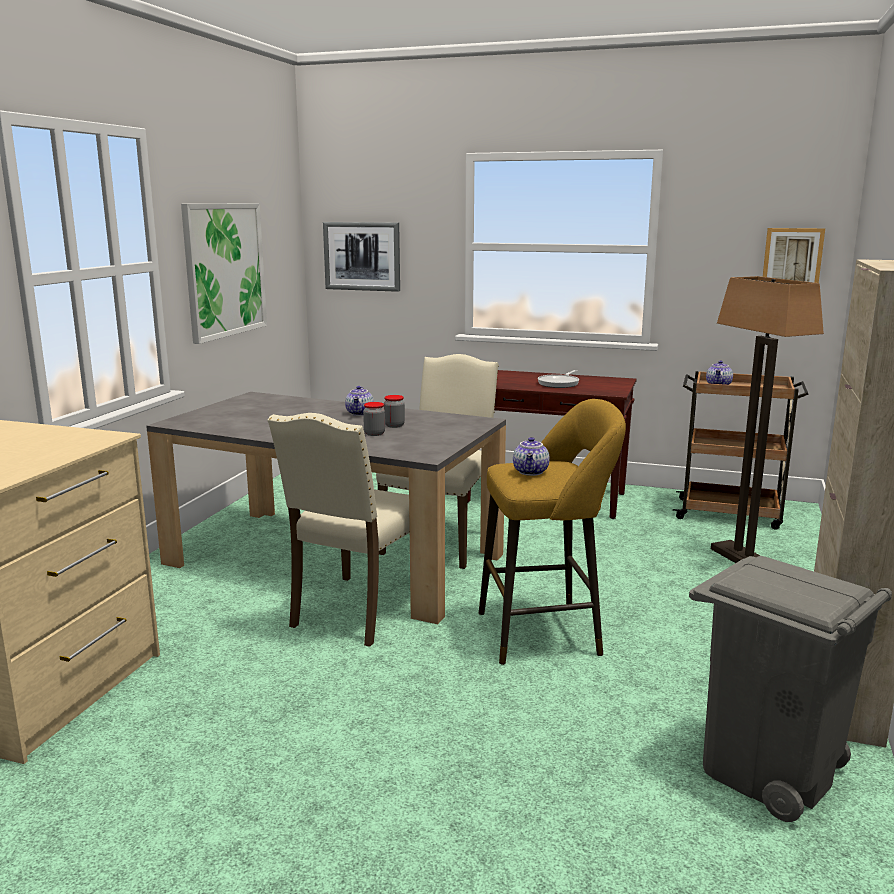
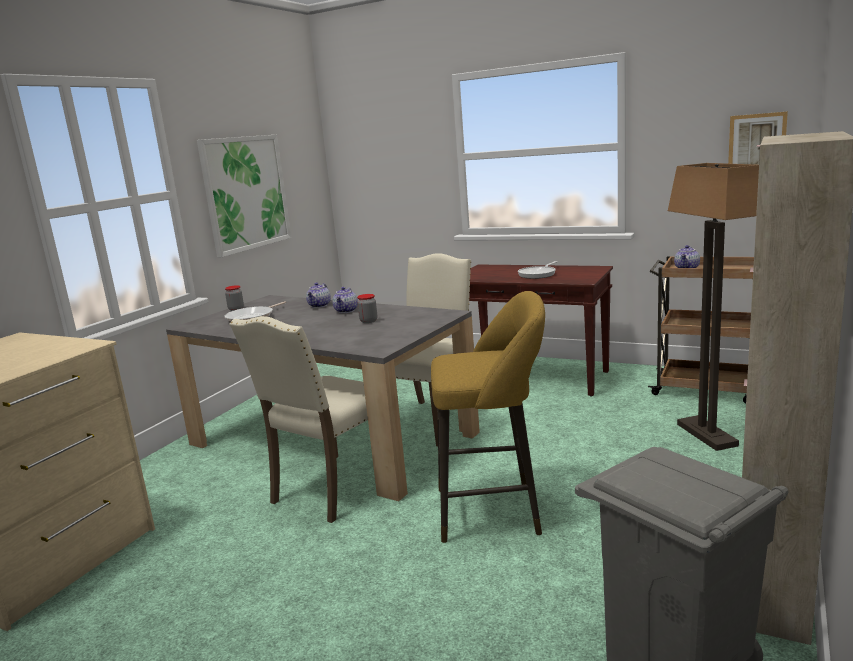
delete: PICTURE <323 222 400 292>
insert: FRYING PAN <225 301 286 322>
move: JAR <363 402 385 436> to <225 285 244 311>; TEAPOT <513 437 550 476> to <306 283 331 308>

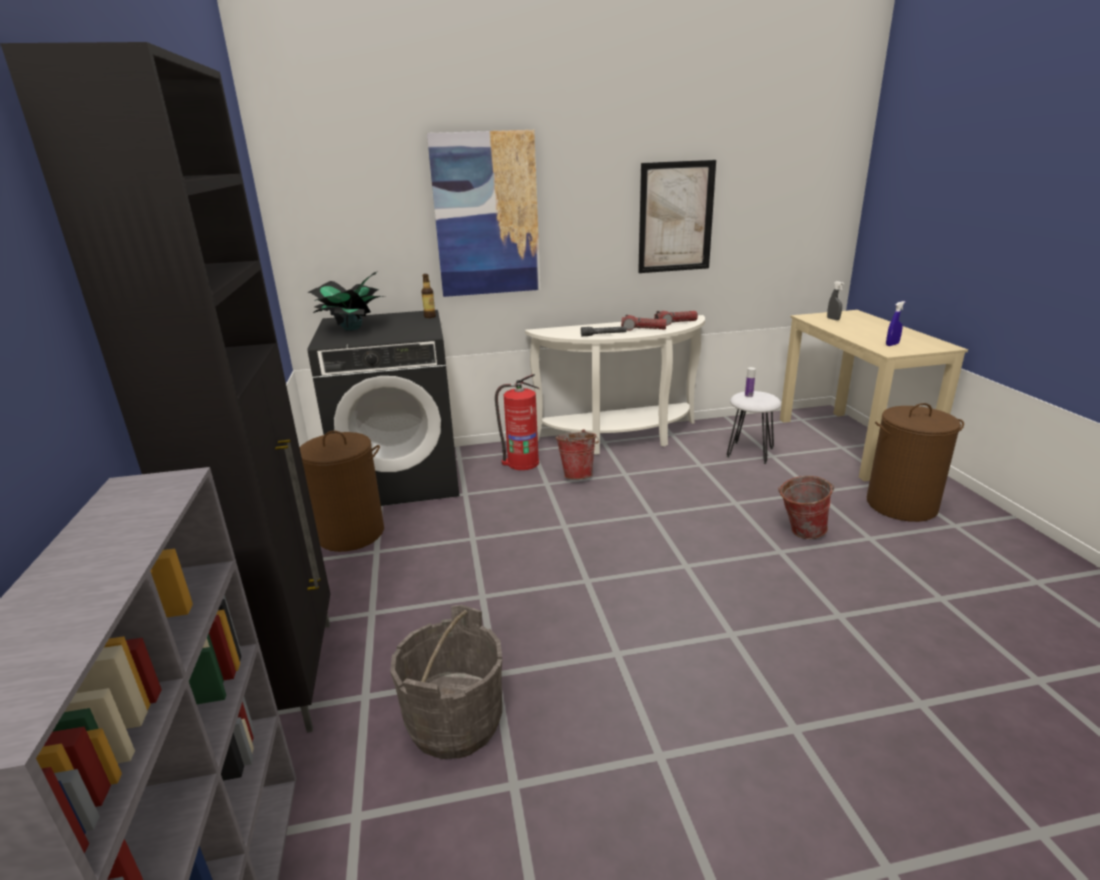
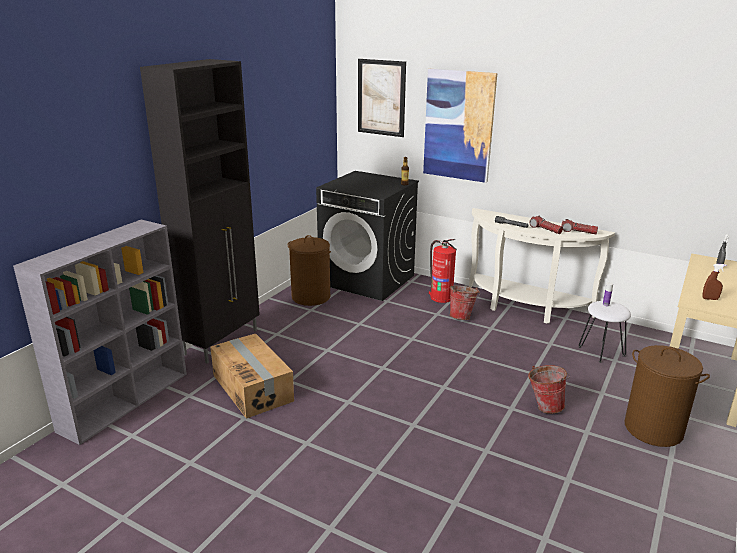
delete: POTTED PLANT <307 271 385 331>
move: PICTURE <638 160 716 273> to <358 59 406 137>
replace: GREY BUCKET <390 605 502 759> to CARDBOARD BOX <210 334 294 419>
recolor: BLUE SPRAY BOTTLE <886 301 905 346> to BROWN SPRAY BOTTLE <702 264 726 300>

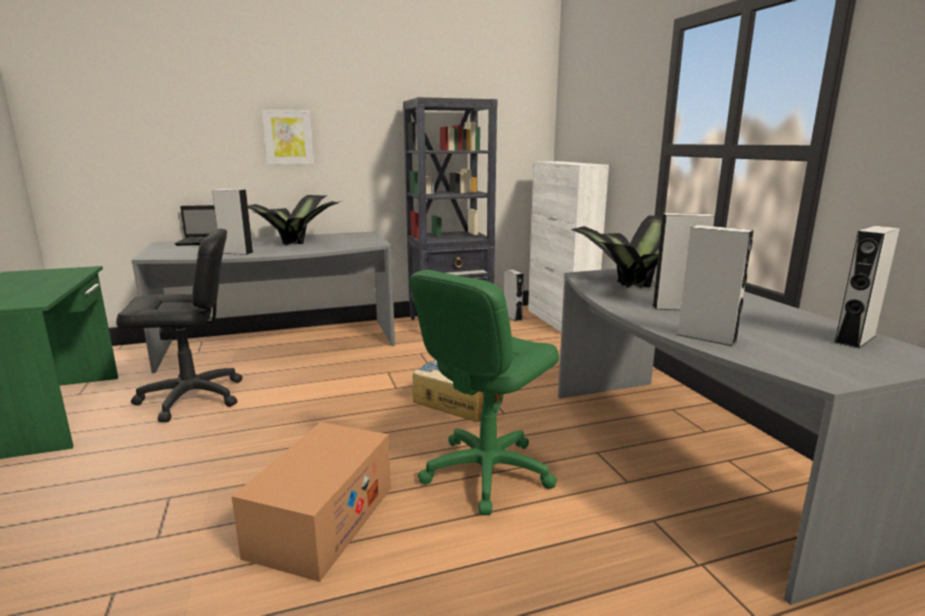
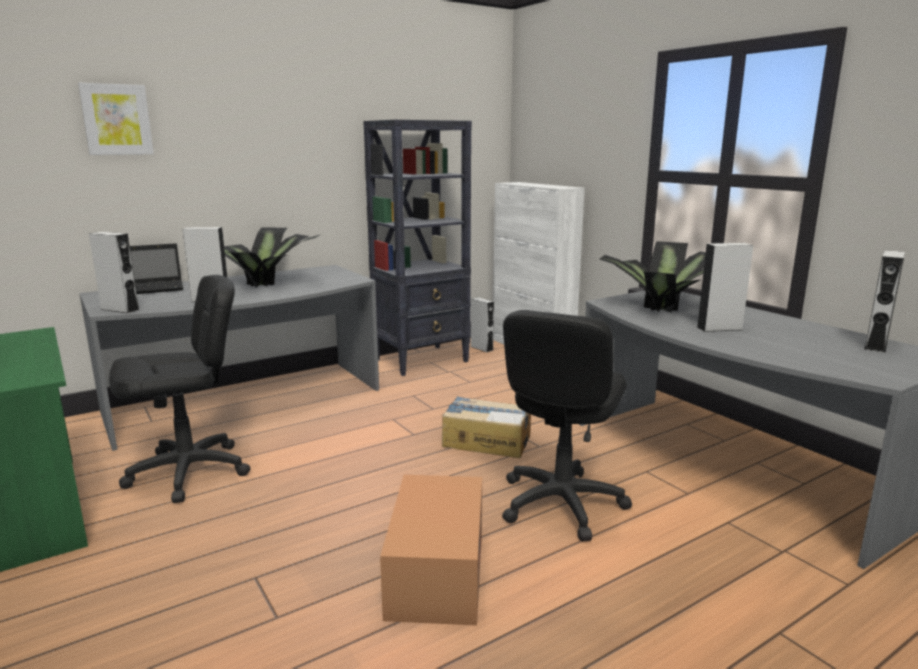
move: PICTURE <262 109 314 165> to <78 83 154 155>; GREY SPEAKER <677 225 754 347> to <89 232 139 314>
recolor: GREEN OFFICE CHAIR <410 270 559 515> to BLACK OFFICE CHAIR <502 310 632 541>

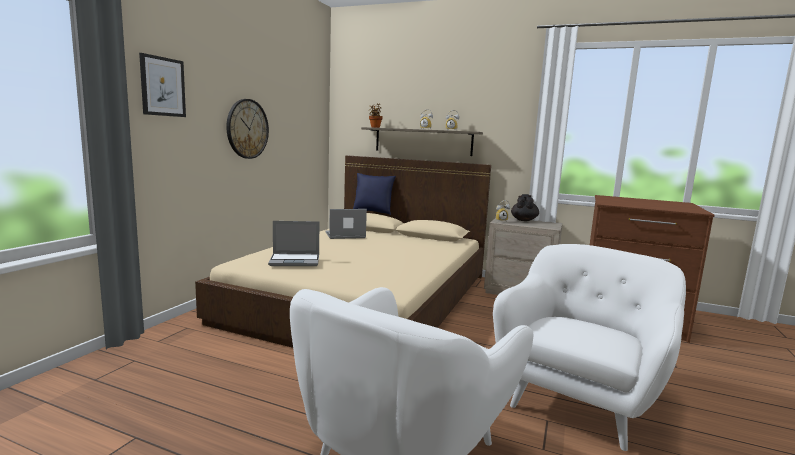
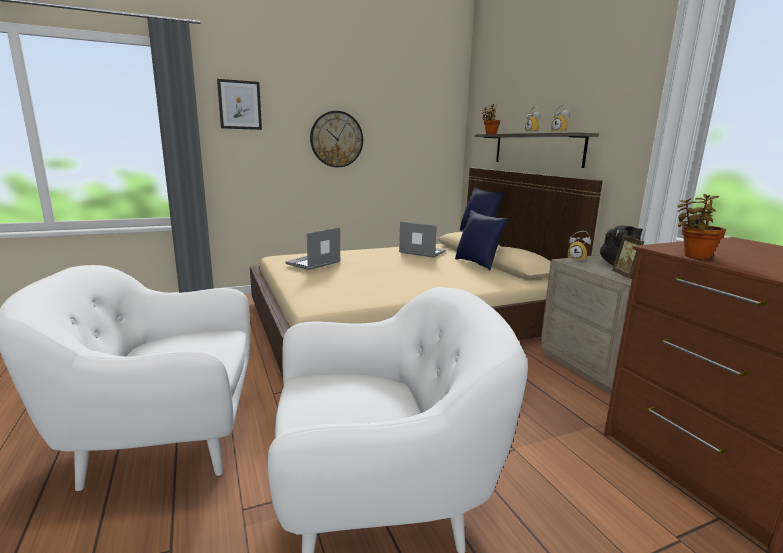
insert: BLUE PILLOW <455 210 508 270>; PICTURE FRAME <612 234 644 279>; POTTED PLANT <677 194 726 259>
rotate: LAPTOP <268 221 319 266> = <285 227 341 270> 90 degrees clockwise

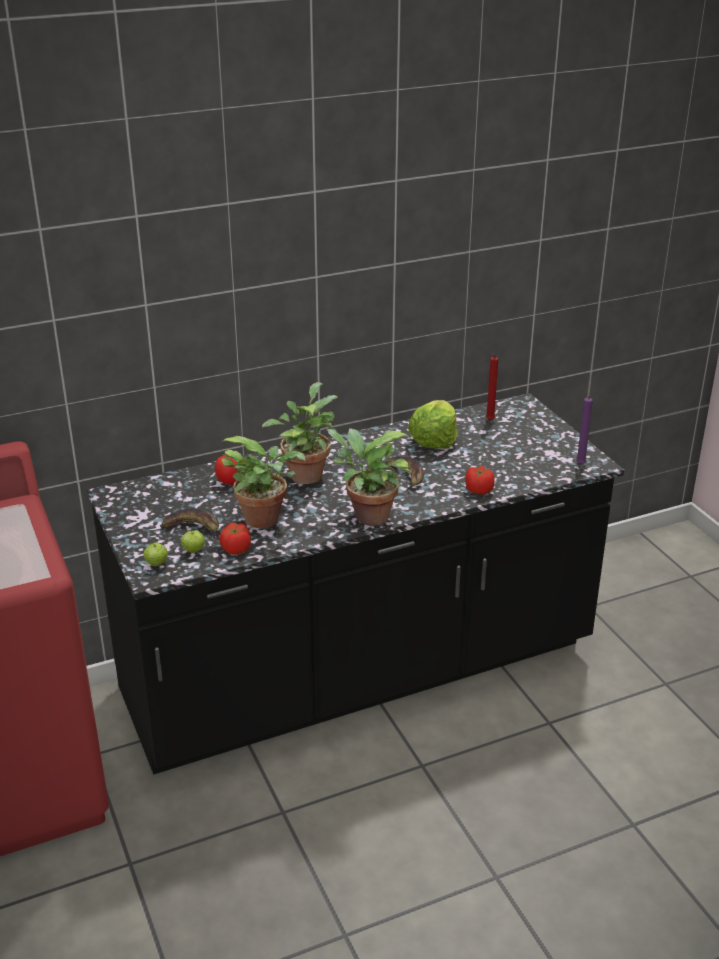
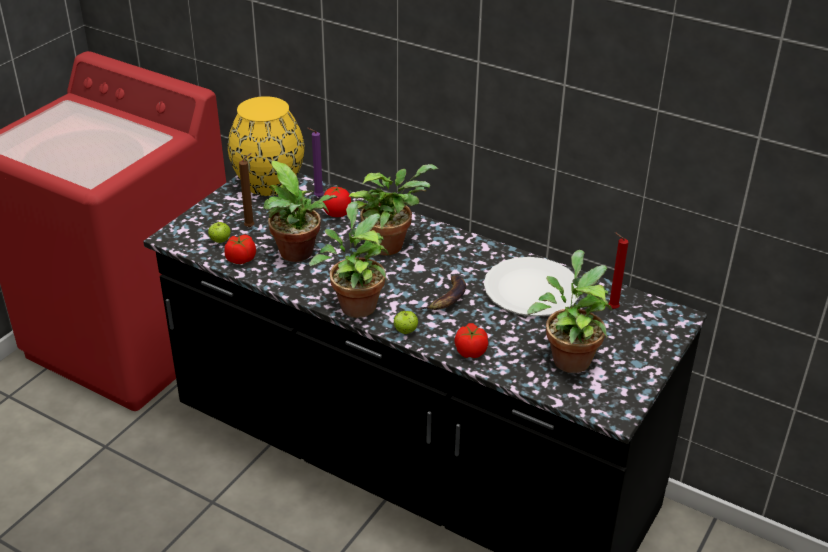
insert: YELLOW VASE <228 96 304 196>; POTTED PLANT <527 250 612 373>
move: APPLE <144 542 168 566> to <394 309 418 334>; PURPLE CANDLE <576 396 593 464> to <307 128 324 197>
replace: BANANA <161 508 219 542> to BROWN CANDLE <239 153 254 227>; LETTUCE <408 400 458 449> to WHITE PLATE <484 257 580 317>

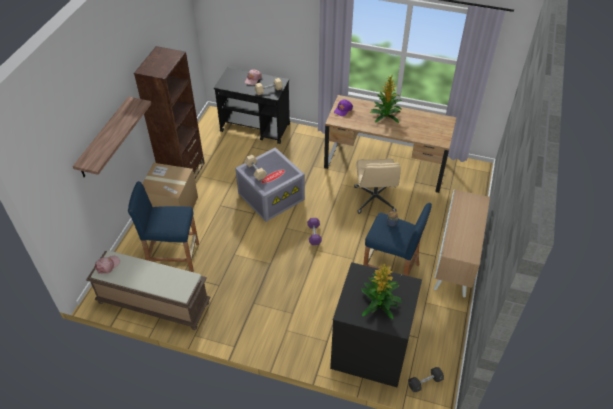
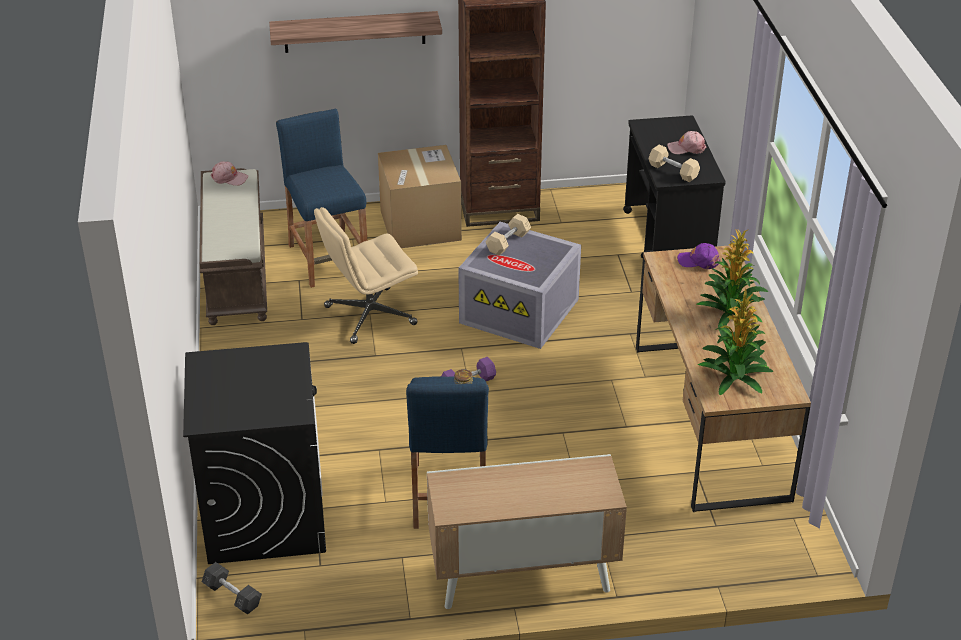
move: BEIGE OFFICE CHAIR <354 159 401 214> to <314 207 418 344>; POTTED PLANT <361 263 402 319> to <698 289 774 395>

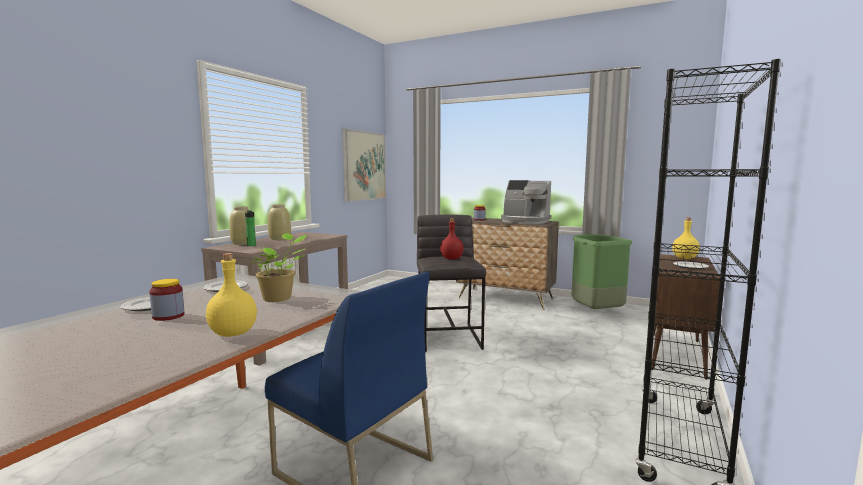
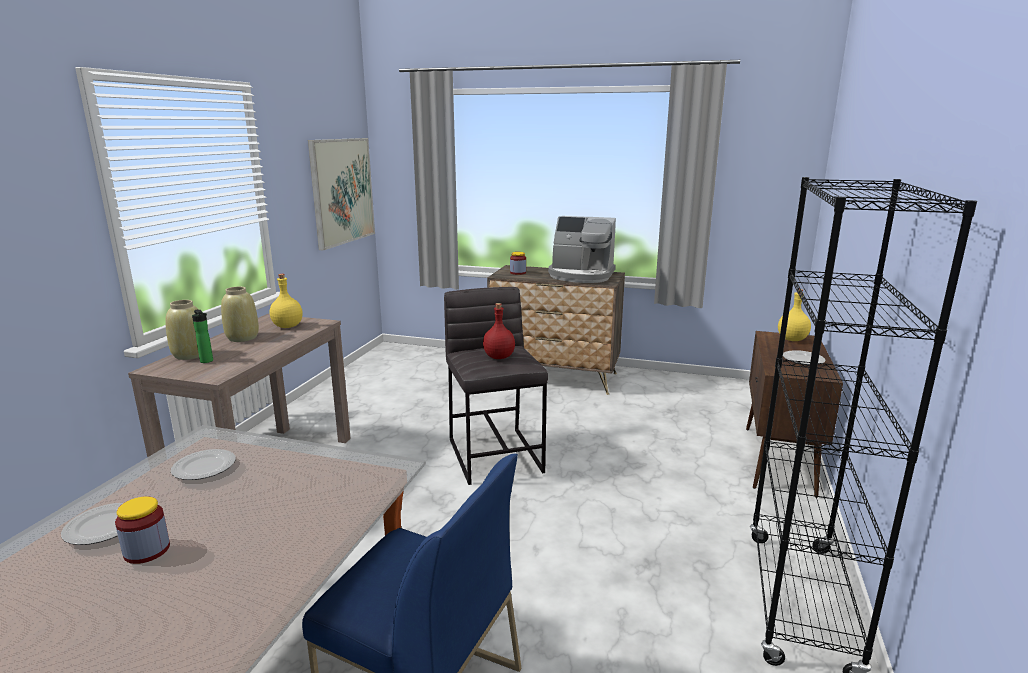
delete: POTTED PLANT <251 233 307 302>; GREEN TRASH CAN <572 234 632 309>
move: YELLOW BOTTLE <206 253 257 337> to <270 274 303 328>

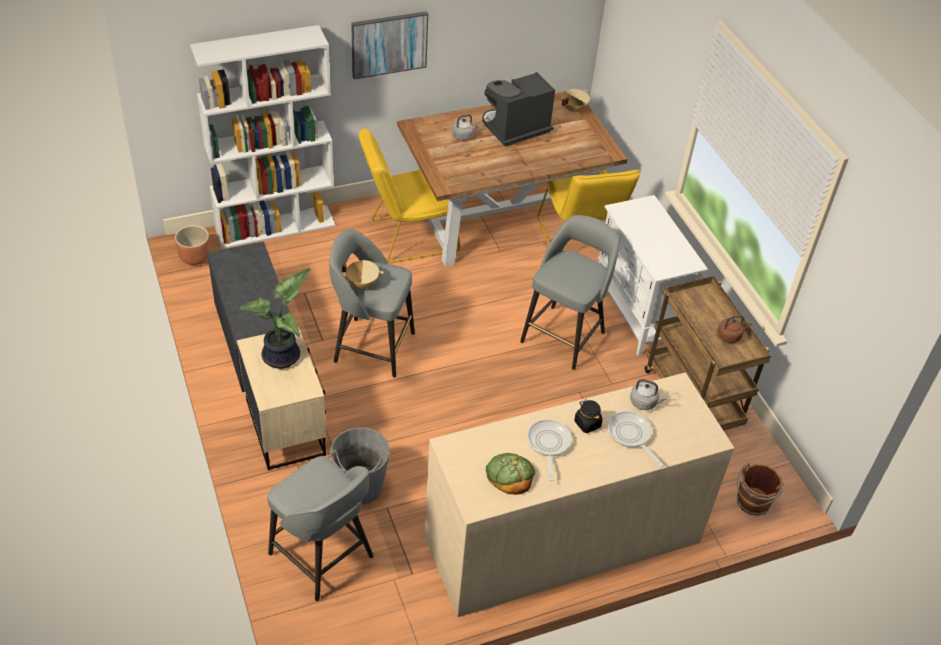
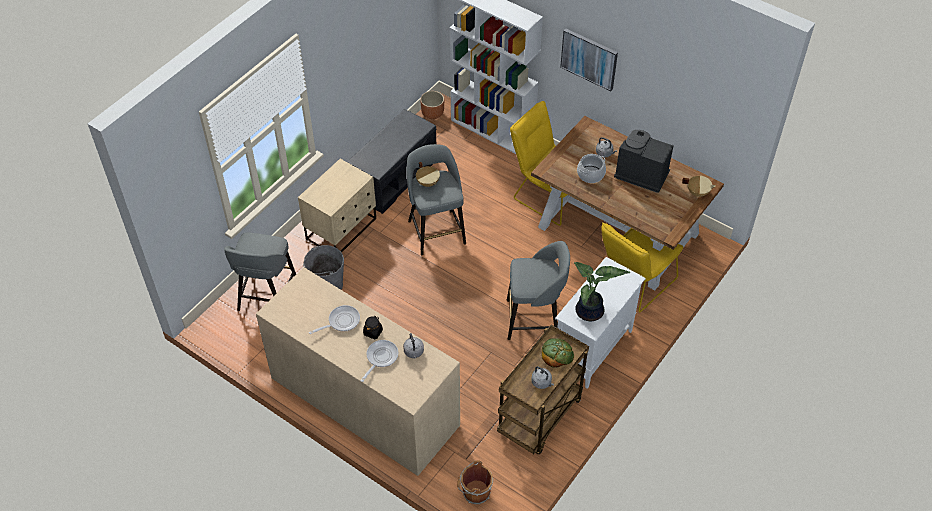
insert: COOKING POT <577 154 606 183>
move: POTTED PLANT <240 268 310 369> to <574 262 630 321>; BREAD <486 453 535 495> to <542 338 574 367>
recolor: BROWN KETTLE <717 315 752 343> to GREY KETTLE <531 366 554 389>

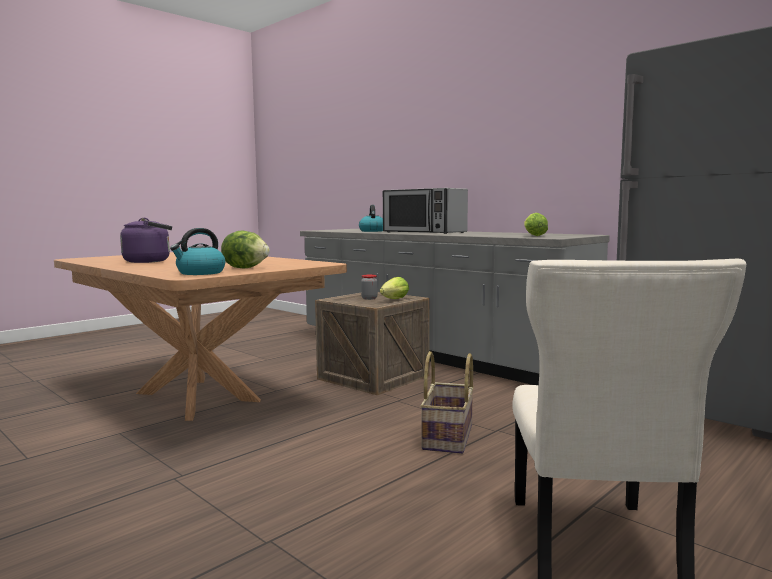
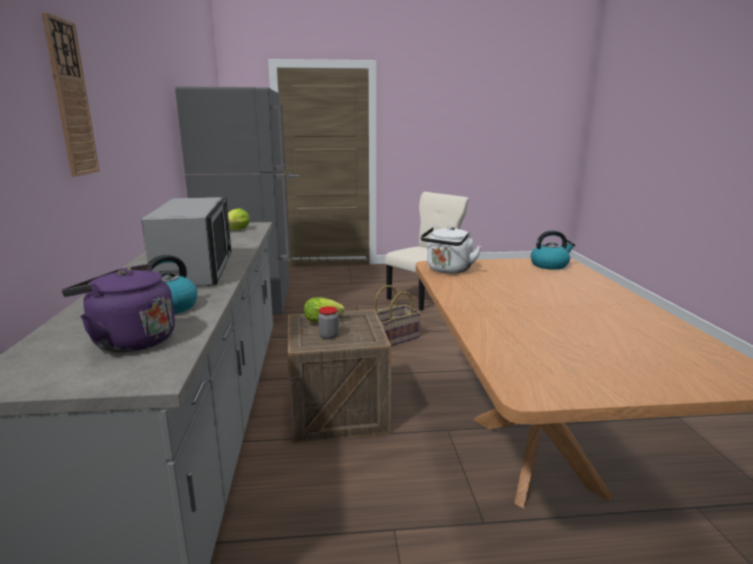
delete: LETTUCE <221 231 270 269>
insert: WALL CLOCK <41 12 100 177>; WHITE KETTLE <421 226 482 273>
move: PURPLE KETTLE <120 218 172 263> to <61 264 175 353>

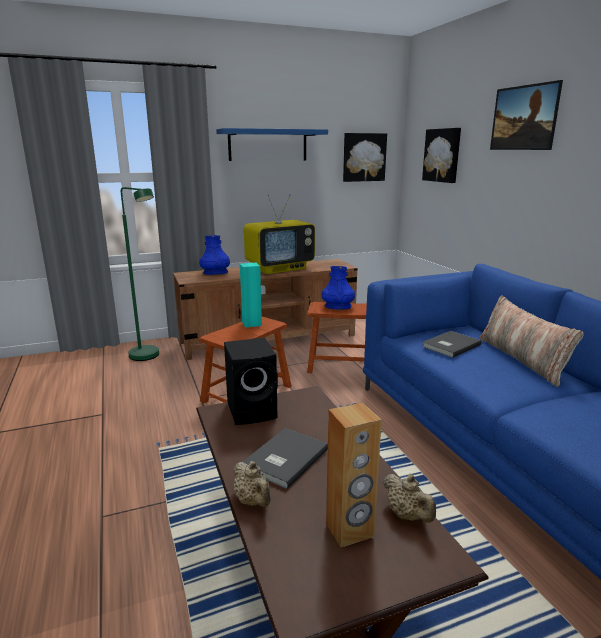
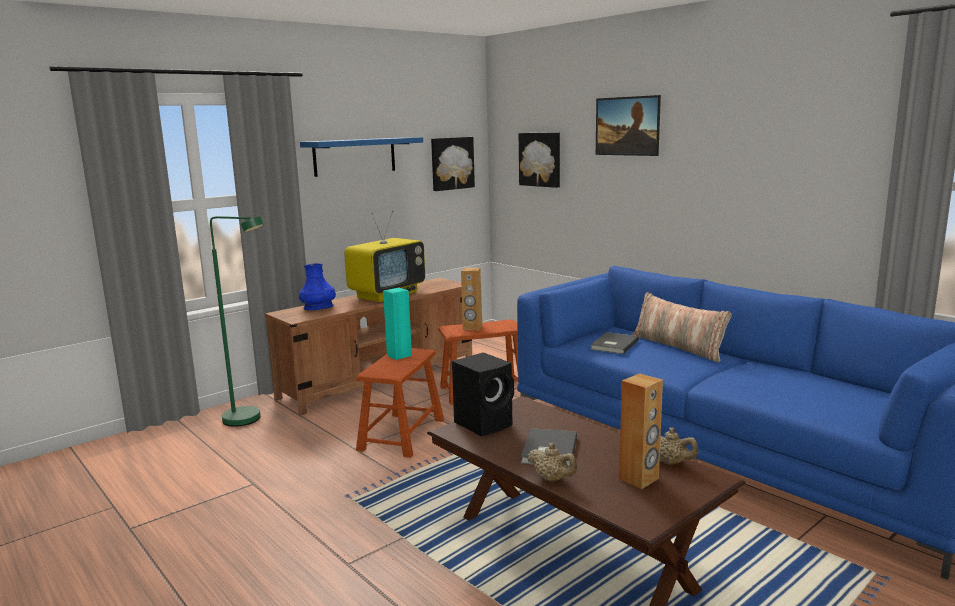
replace: BLUE VASE <321 266 355 310> to BROWN SPEAKER <461 268 482 330>

